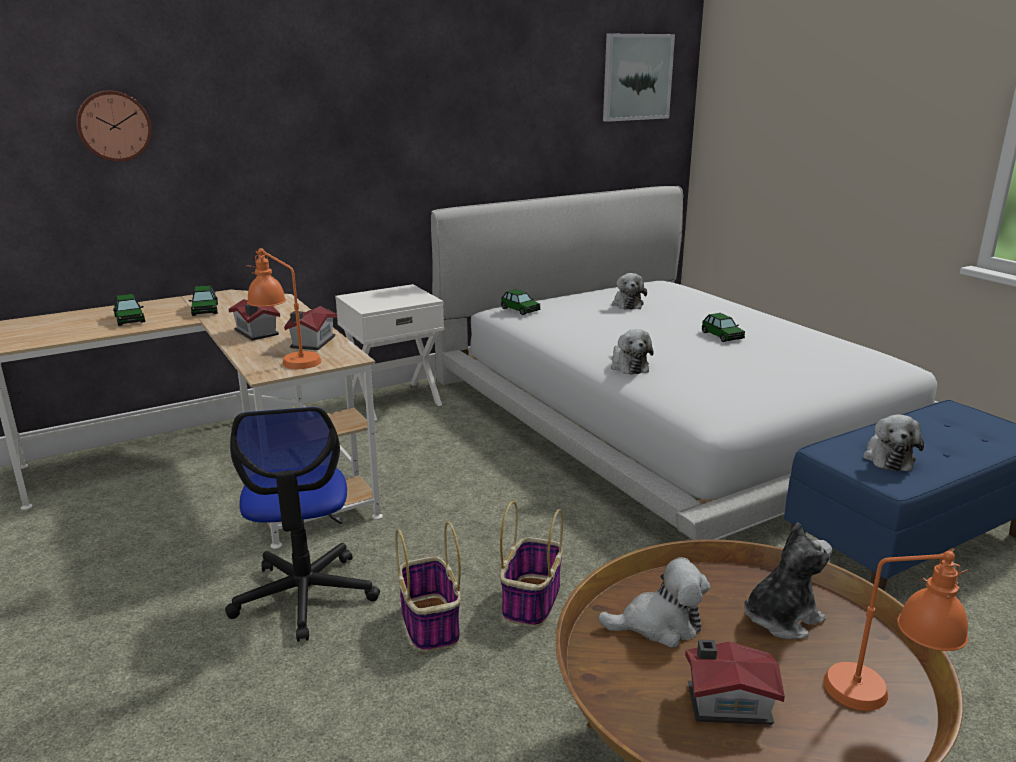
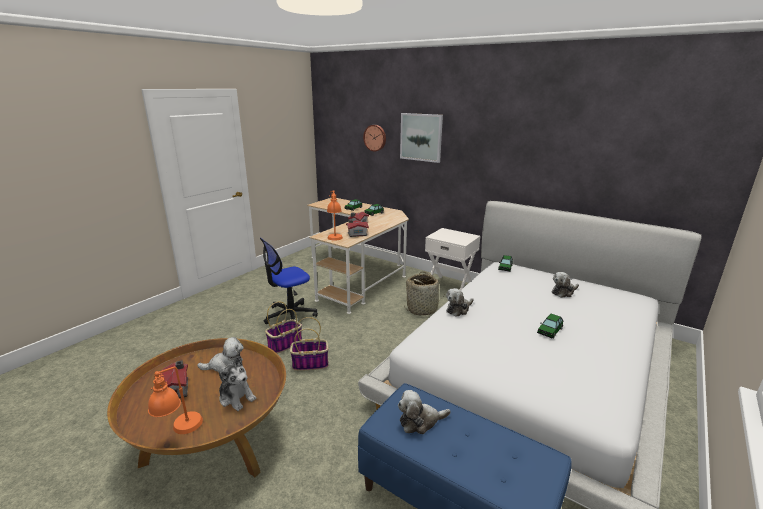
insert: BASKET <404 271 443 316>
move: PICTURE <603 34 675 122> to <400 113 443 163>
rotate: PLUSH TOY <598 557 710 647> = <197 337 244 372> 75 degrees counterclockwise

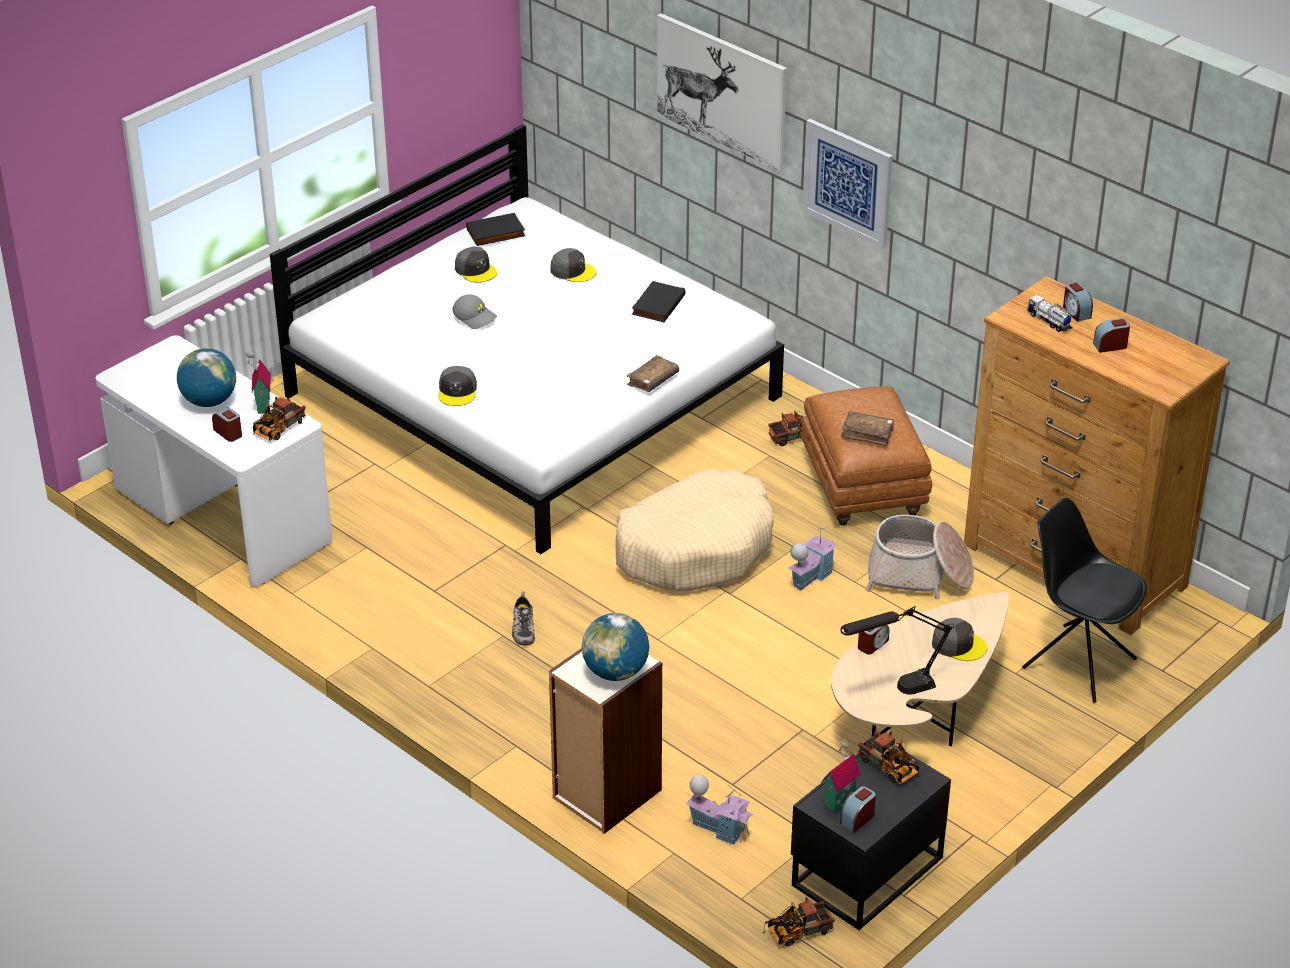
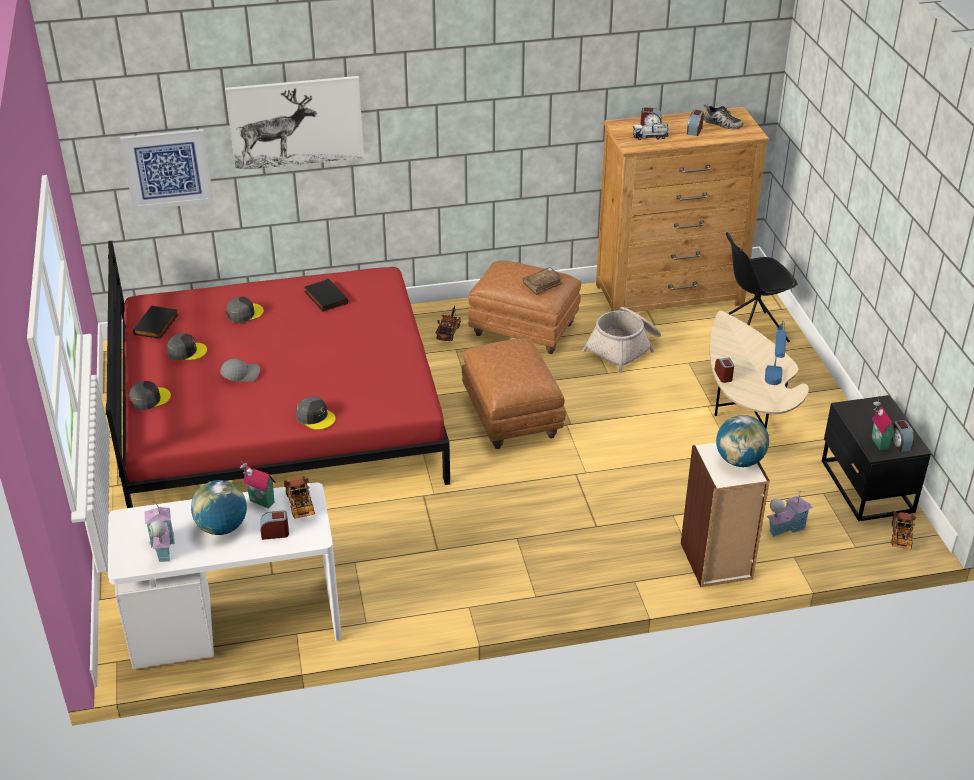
delete: BROWN BOOK <626 355 679 392>; TOY TRUCK <858 731 919 784>
move: SHOE <512 592 535 646> to <703 105 744 129>; TOY HOUSE <788 528 837 591> to <144 498 175 562>; PICTURE <803 119 893 249> to <120 129 214 210>; GREY CAP <932 618 987 661> to <129 381 171 410>
replace: BEIGE DOG BED <615 469 774 591> to BROWN OTTOMAN <462 338 566 449>
recolor: WHITE BED <270 124 784 554> to RED BED <106 241 450 508>; BLACK TABLE LAMP <840 606 954 695> to BLUE TABLE LAMP <765 320 786 385>

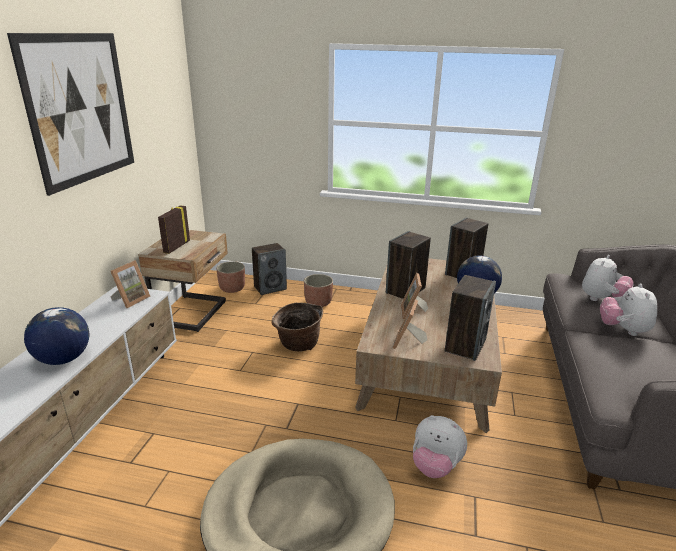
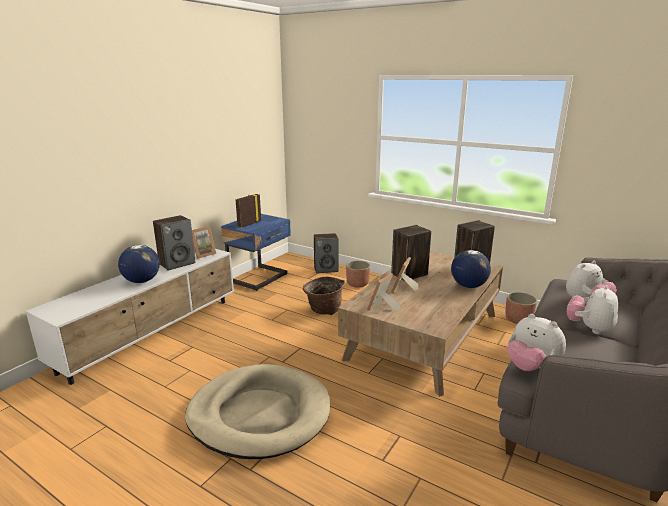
delete: PICTURE <7 33 134 196>
move: PLANTER <216 261 245 293> to <505 292 537 324>; PLUSH TOY <413 415 467 478> to <507 314 566 371>; SPEAKER <445 275 496 361> to <153 215 195 271>
recolor: BEIGE NIGHTSTAND <138 230 228 332> to BLUE NIGHTSTAND <221 214 291 291>

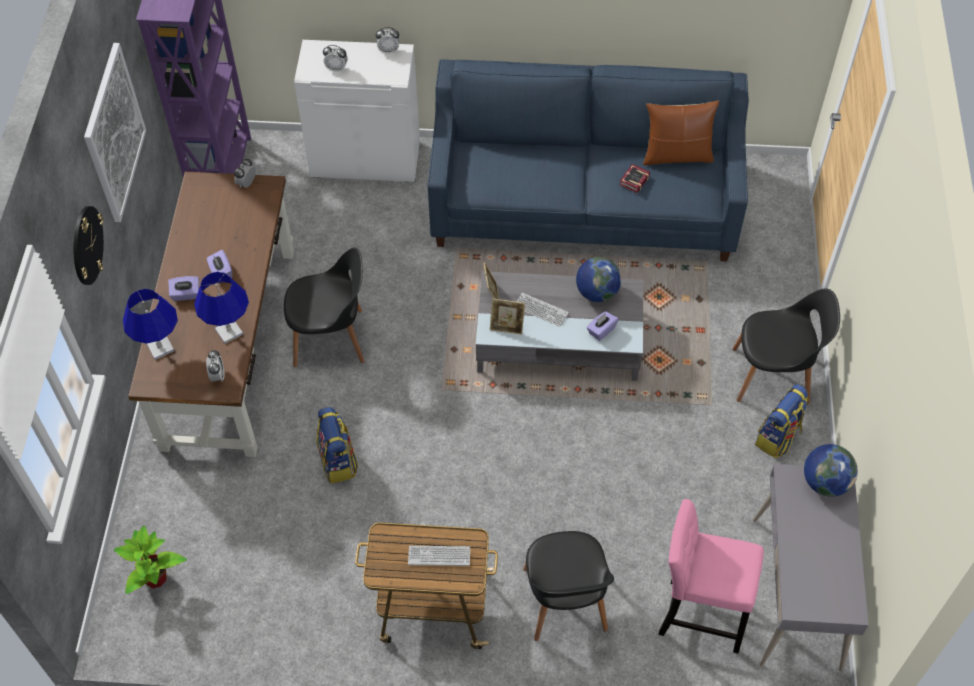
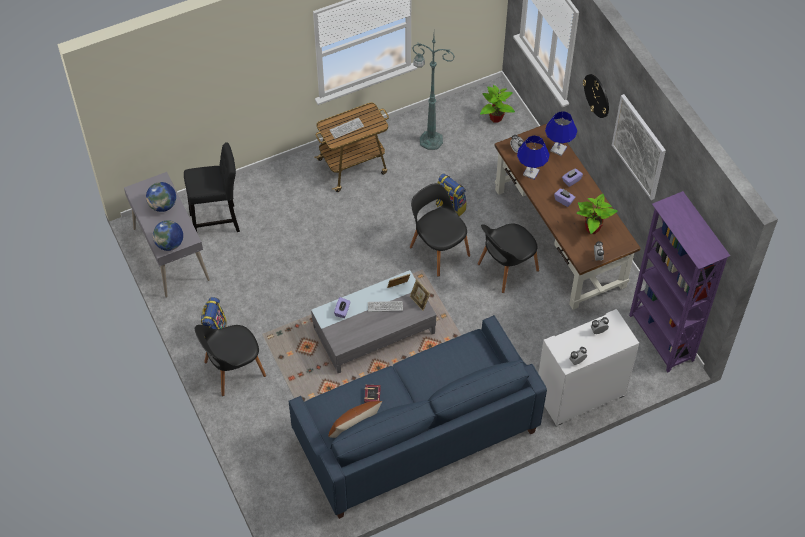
insert: GREEN FLOOR LAMP <412 36 455 150>; POTTED PLANT <577 194 618 234>
move: BLACK CHAIR <523 531 614 641> to <410 183 470 277>; GLOBE <576 257 621 302> to <146 182 176 212>
recolor: PINK STOOL <659 499 764 653> to BLACK STOOL <184 142 240 232>

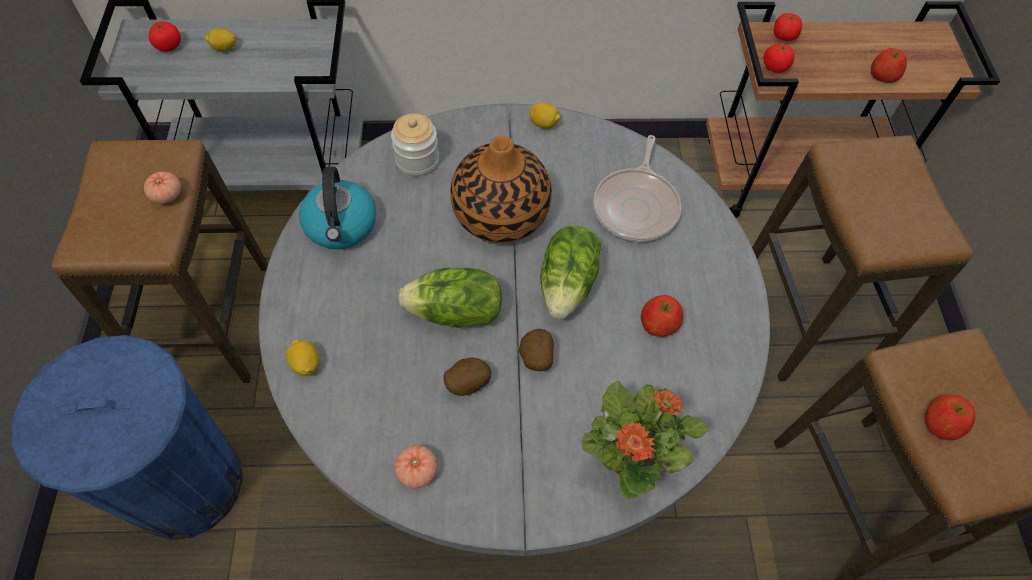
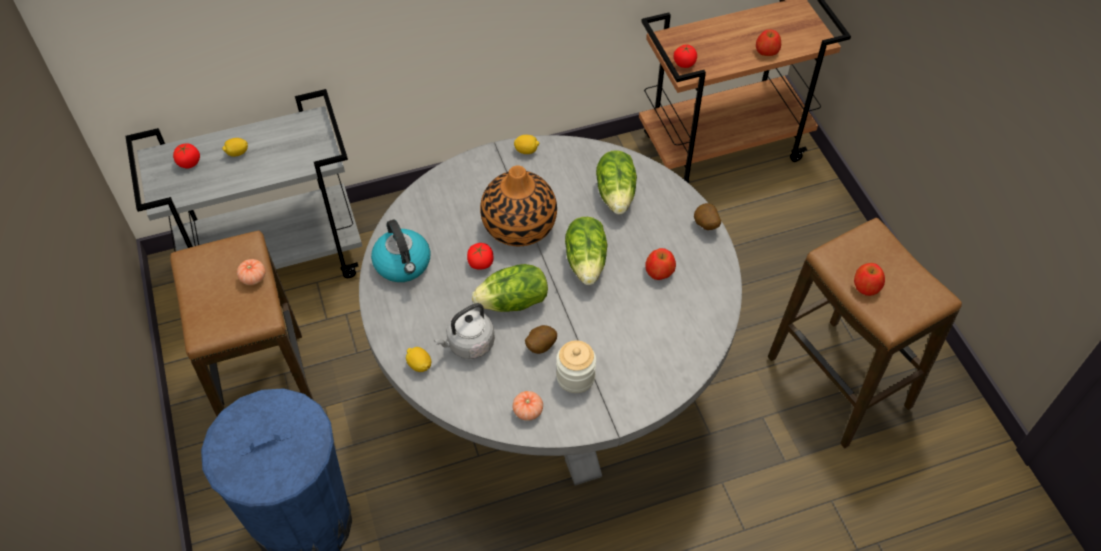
delete: POTTED PLANT <582 381 708 499>; STOOL <752 135 973 382>
insert: GREY KETTLE <434 303 495 359>
move: JAR <391 113 439 177> to <556 340 596 393>; POTATO <519 329 554 371> to <694 203 721 230>; TOMATO <774 13 802 41> to <467 243 493 269>
replace: FRYING PAN <593 135 682 242> to LETTUCE <596 150 637 214>

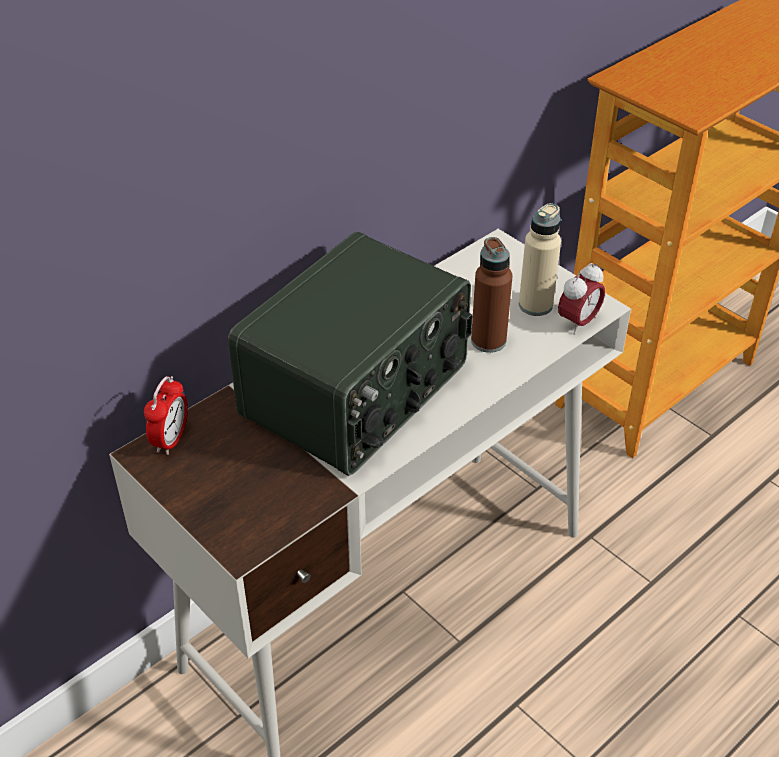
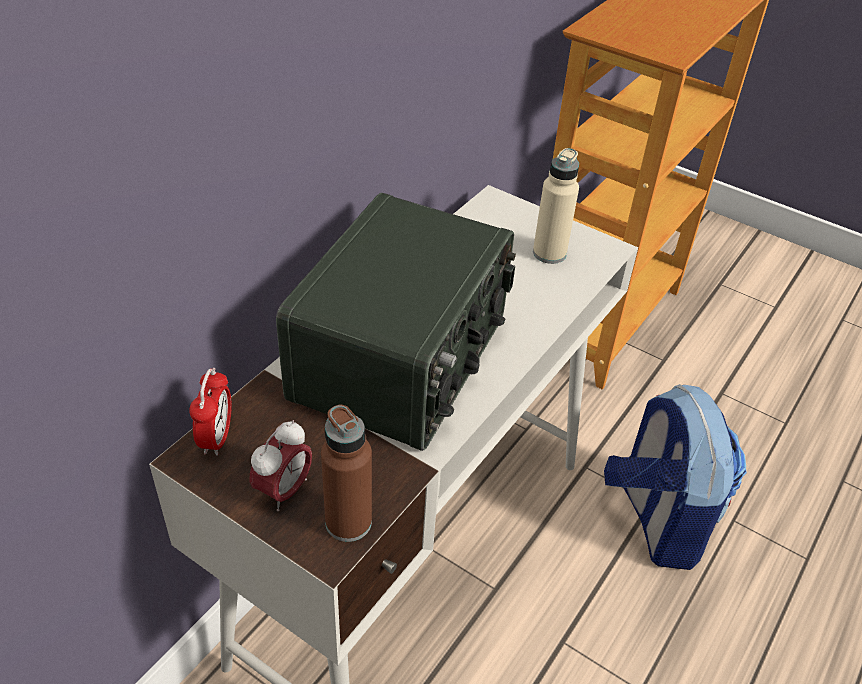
insert: BACKPACK <604 384 747 570>
move: BROWN BOTTLE <471 237 513 353> to <321 405 372 542>; ALARM CLOCK <558 263 605 335> to <249 420 312 511>

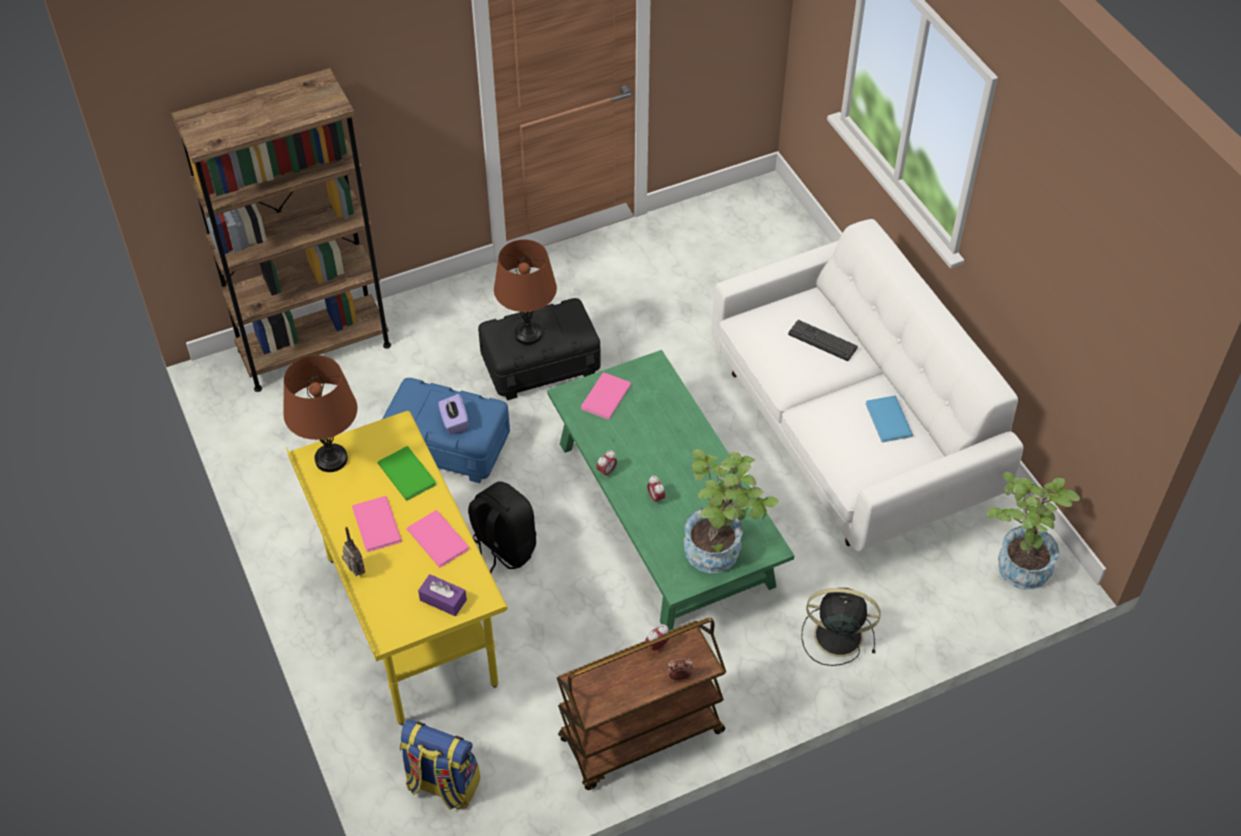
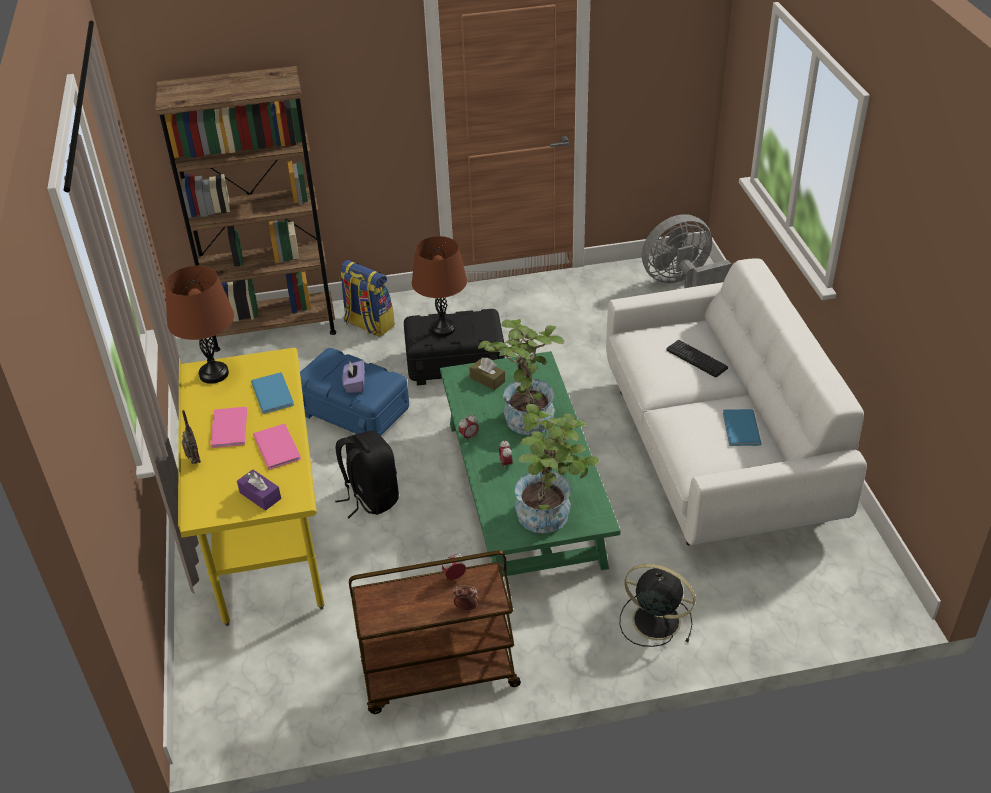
insert: GREY FAN <642 214 731 288>
move: BACKPACK <400 720 480 810> to <340 260 395 337>; POTTED PLANT <987 472 1080 590> to <478 319 564 435>
replace: PINK BOOK <581 373 631 420> to BROWN TISSUE BOX <469 358 505 390>
recolor: GREEN BOOK <378 446 436 501> to BLUE BOOK <251 372 294 414>

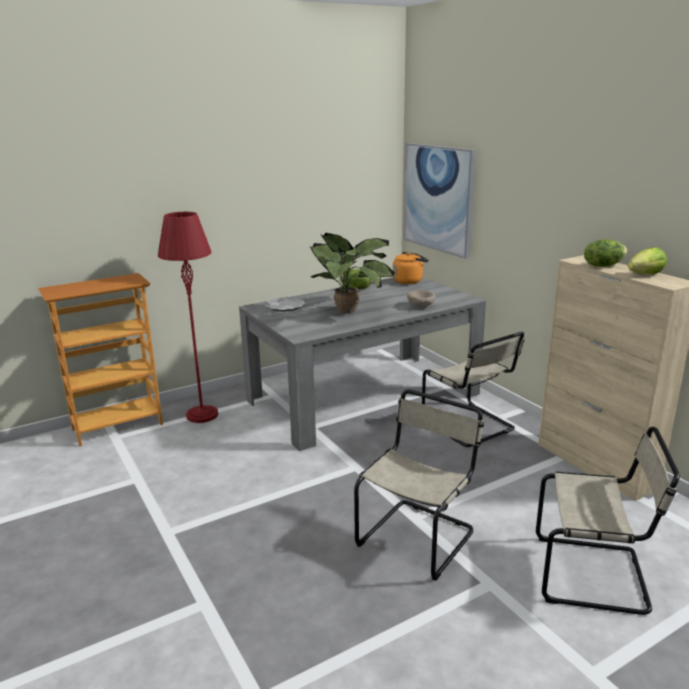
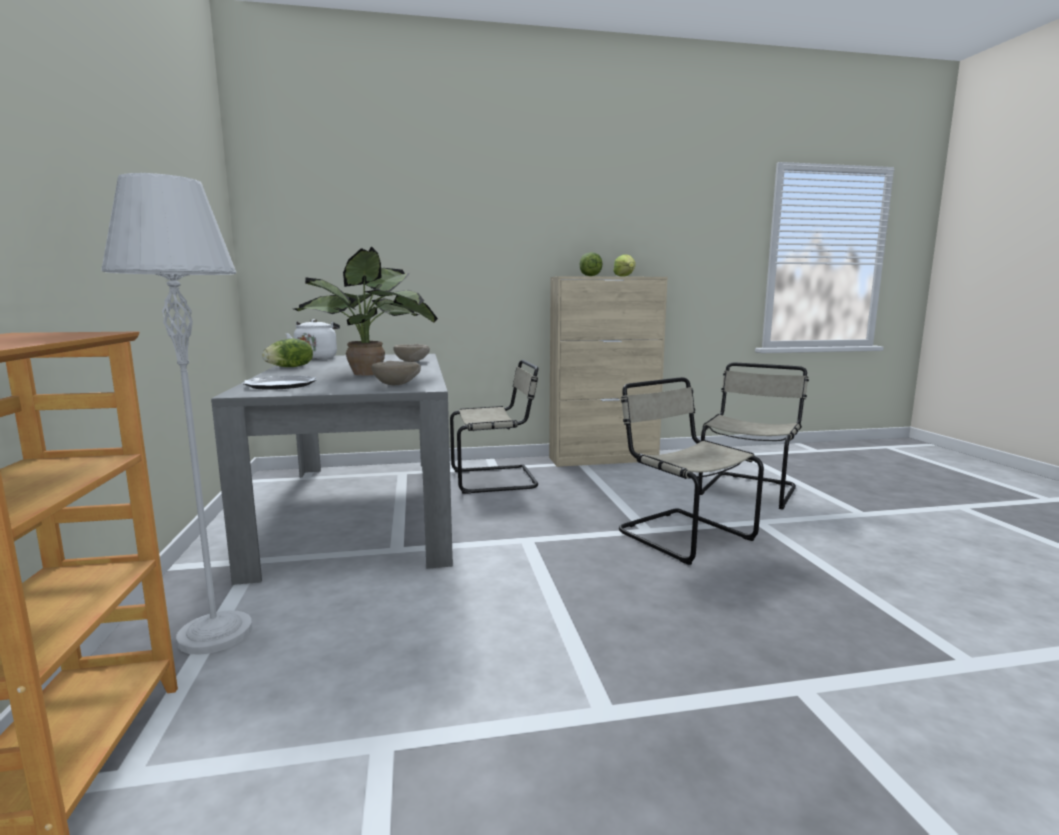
delete: PICTURE <404 143 476 259>
insert: BEIGE BOWL <371 361 421 385>
recolor: RED FLOOR LAMP <158 212 218 423> to GREY FLOOR LAMP <101 173 252 655>; ORANGE KETTLE <393 252 429 284> to WHITE KETTLE <286 319 340 360>

